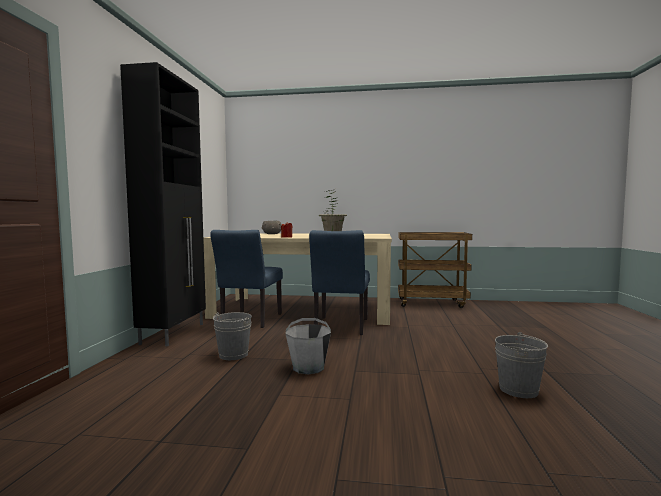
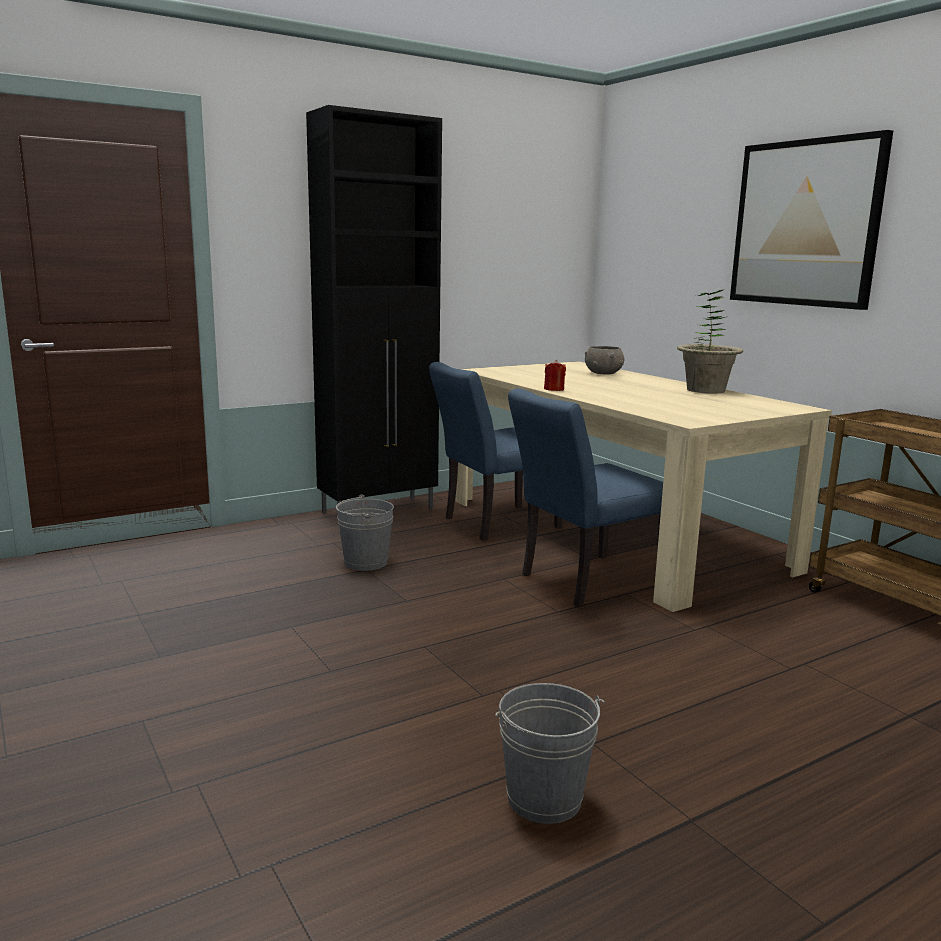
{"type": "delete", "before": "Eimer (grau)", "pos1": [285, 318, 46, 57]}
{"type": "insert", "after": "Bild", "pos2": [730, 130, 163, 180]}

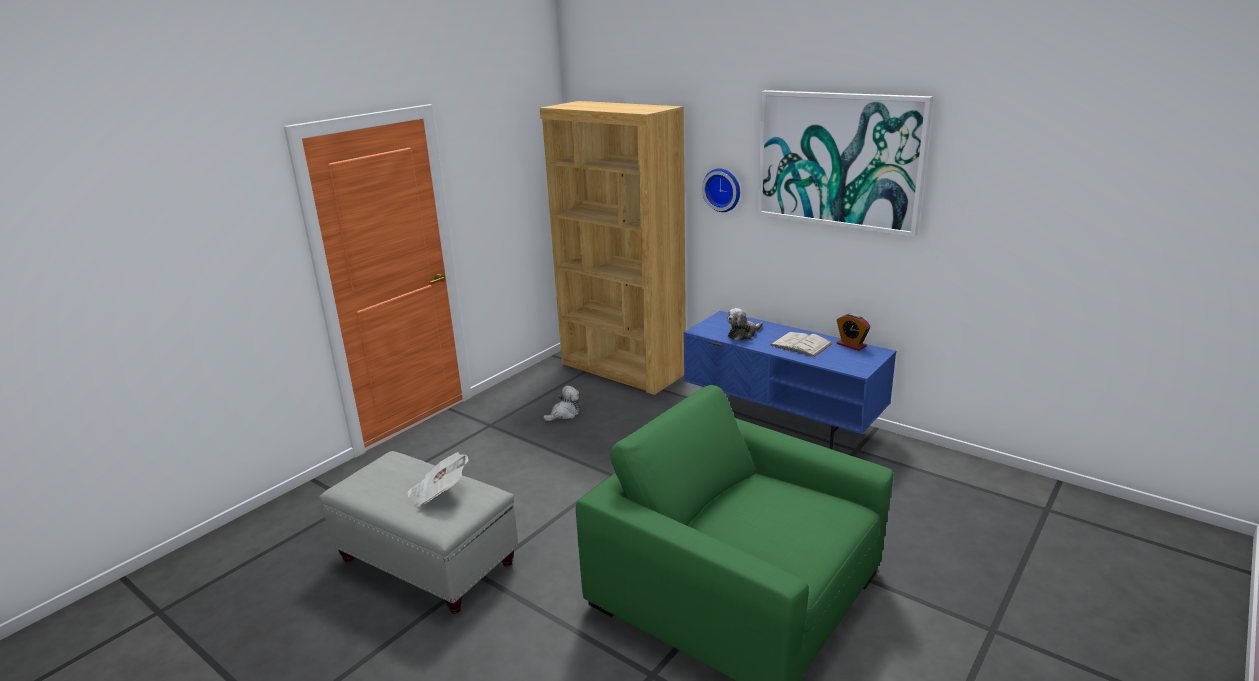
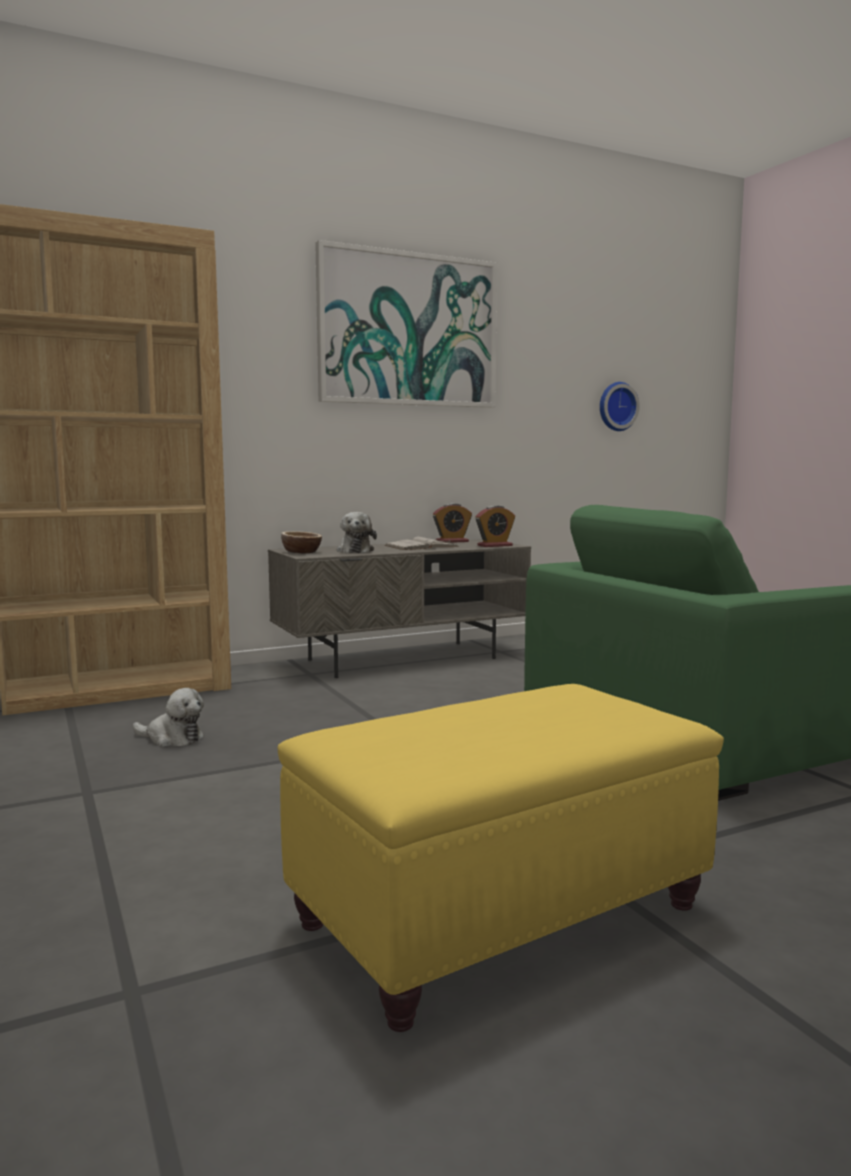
{"type": "recolor", "before": "Polsterhocker (grau)", "after": "Polsterhocker (gelb)", "pos1": [319, 451, 199, 163], "pos2": [278, 684, 446, 348]}
{"type": "delete", "before": "Zeitung", "pos1": [407, 452, 62, 55]}
{"type": "rotate", "before": "Plüschtier", "pos1": [543, 385, 36, 36], "pos2": [133, 688, 71, 59], "turn": 120}
{"type": "recolor", "before": "Fernsehschrank (blau)", "after": "Fernsehschrank (grau)", "pos1": [683, 311, 213, 139], "pos2": [268, 539, 263, 139]}
{"type": "move", "before": "Wanduhr", "pos1": [702, 168, 38, 44], "pos2": [600, 382, 40, 49]}
{"type": "insert", "after": "Schüssel", "pos2": [281, 531, 41, 22]}
{"type": "insert", "after": "Wecker", "pos2": [475, 505, 40, 42]}

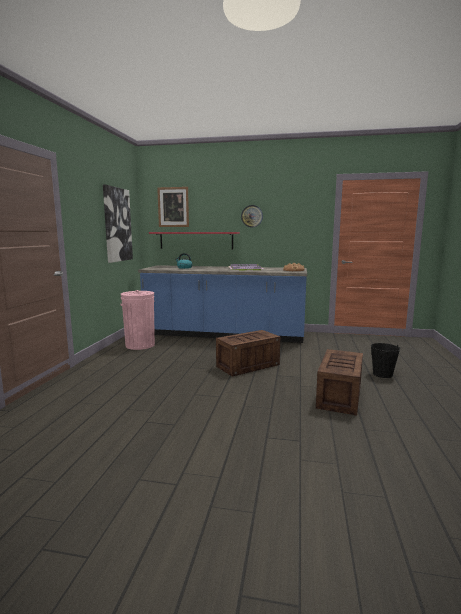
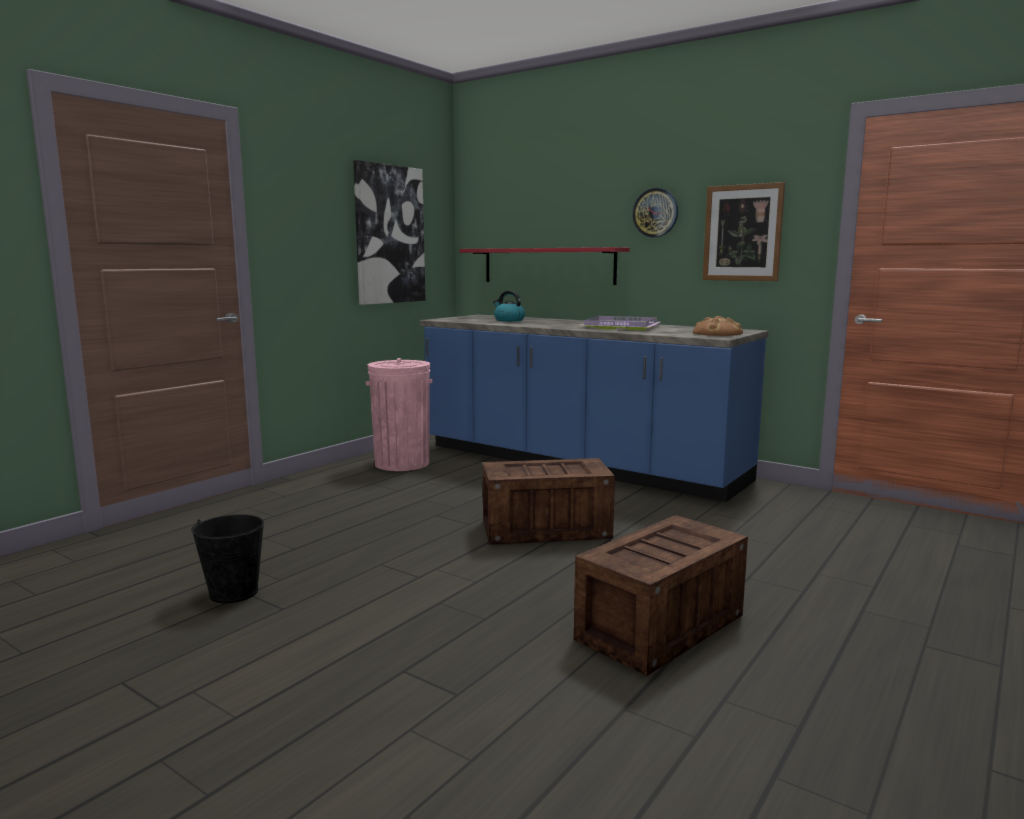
{"type": "move", "before": "Bild", "pos1": [157, 187, 32, 40], "pos2": [703, 182, 82, 99]}
{"type": "move", "before": "Eimer (schwarz)", "pos1": [371, 343, 29, 35], "pos2": [191, 514, 73, 89]}

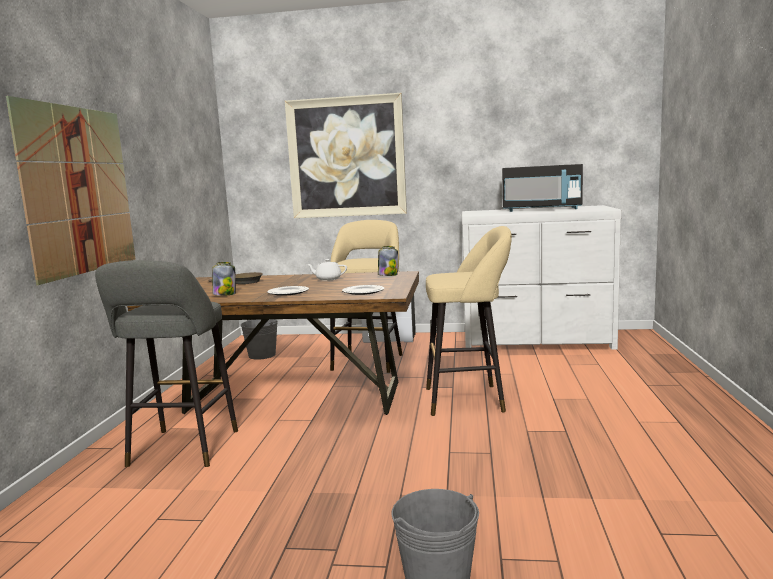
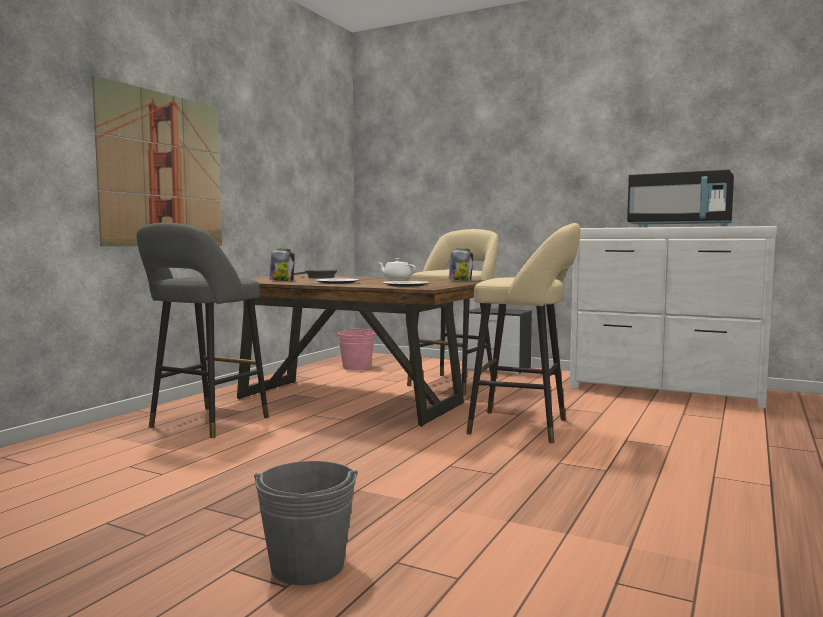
{"type": "recolor", "before": "Eimer (grau)", "after": "Eimer (rosa)", "pos1": [241, 319, 37, 41], "pos2": [338, 328, 37, 42]}
{"type": "delete", "before": "Bild", "pos1": [285, 93, 122, 125]}

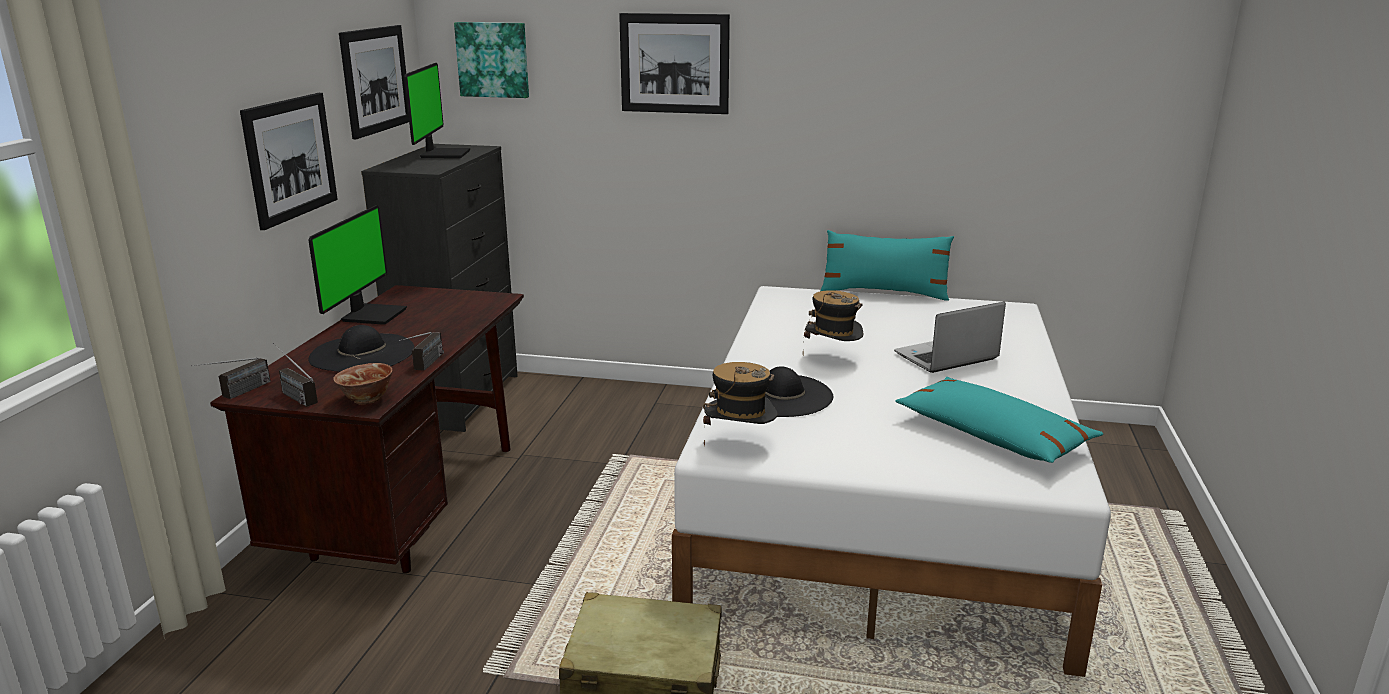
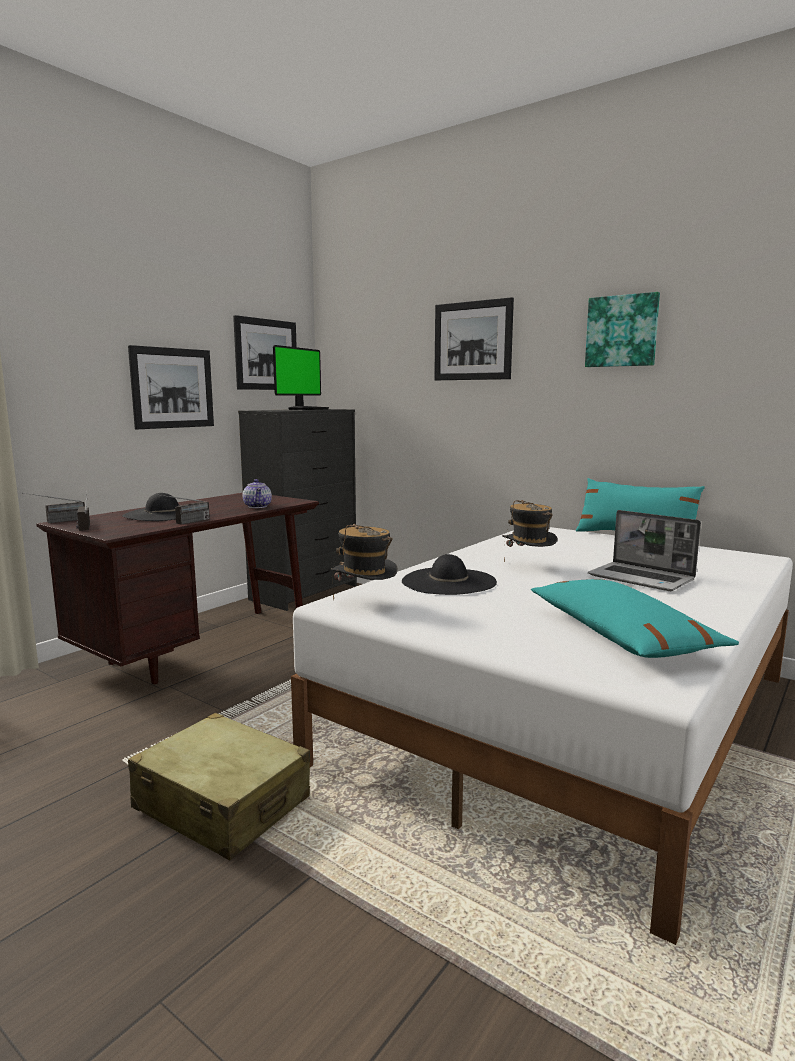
{"type": "delete", "before": "Monitor", "pos1": [308, 205, 99, 120]}
{"type": "delete", "before": "Schüssel", "pos1": [333, 363, 60, 42]}
{"type": "move", "before": "Bild", "pos1": [454, 22, 75, 76], "pos2": [585, 292, 75, 75]}
{"type": "rotate", "before": "Laptop", "pos1": [894, 302, 112, 71], "pos2": [588, 510, 113, 81], "turn": -135}
{"type": "insert", "after": "Teekanne", "pos2": [243, 479, 29, 29]}

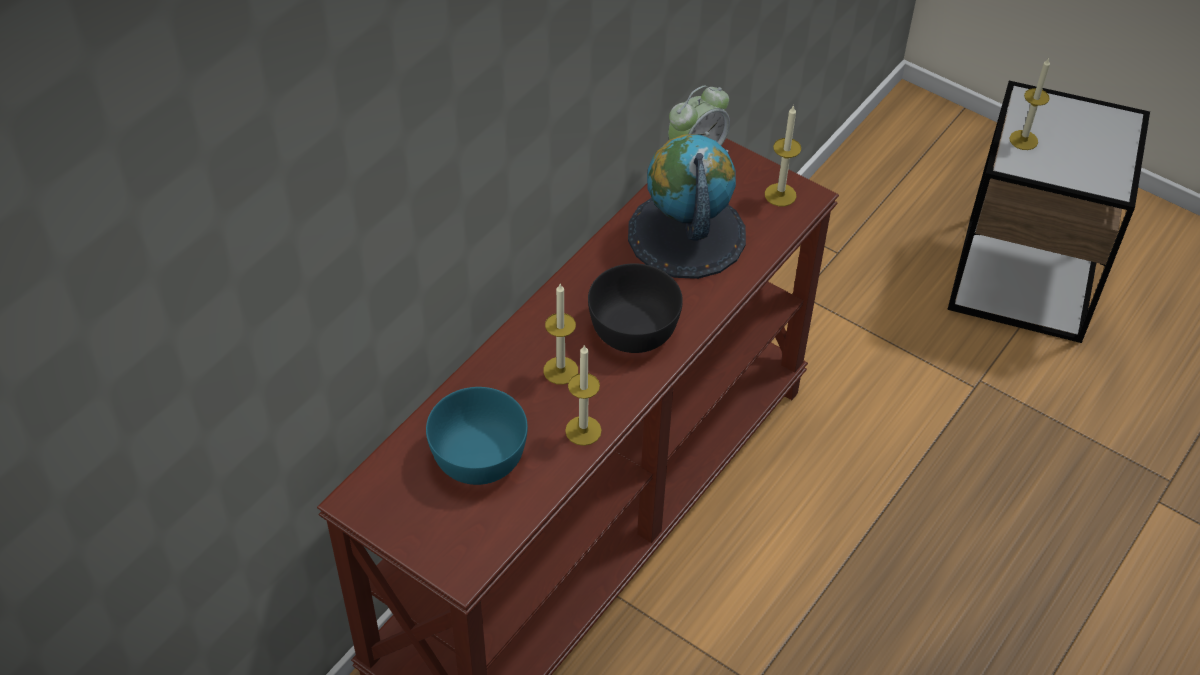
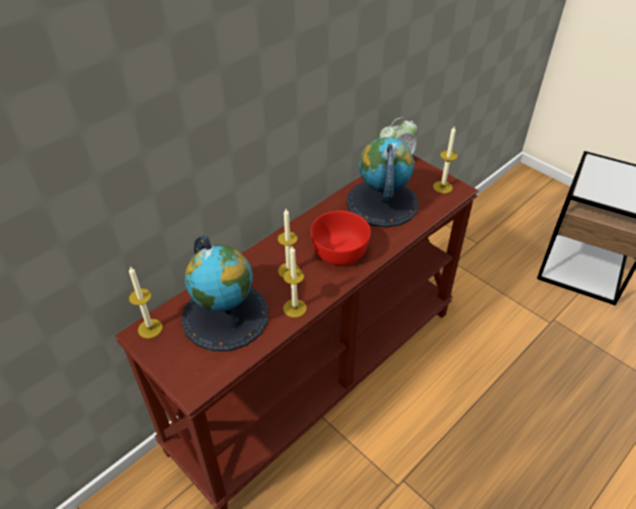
{"type": "replace", "before": "Schüssel (türkis)", "after": "Globus", "pos1": [426, 387, 102, 98], "pos2": [181, 235, 88, 116]}
{"type": "recolor", "before": "Schüssel (schwarz)", "after": "Schüssel (rot)", "pos1": [588, 263, 95, 90], "pos2": [311, 211, 60, 54]}
{"type": "move", "before": "Kerze", "pos1": [1009, 58, 41, 92], "pos2": [129, 266, 33, 73]}

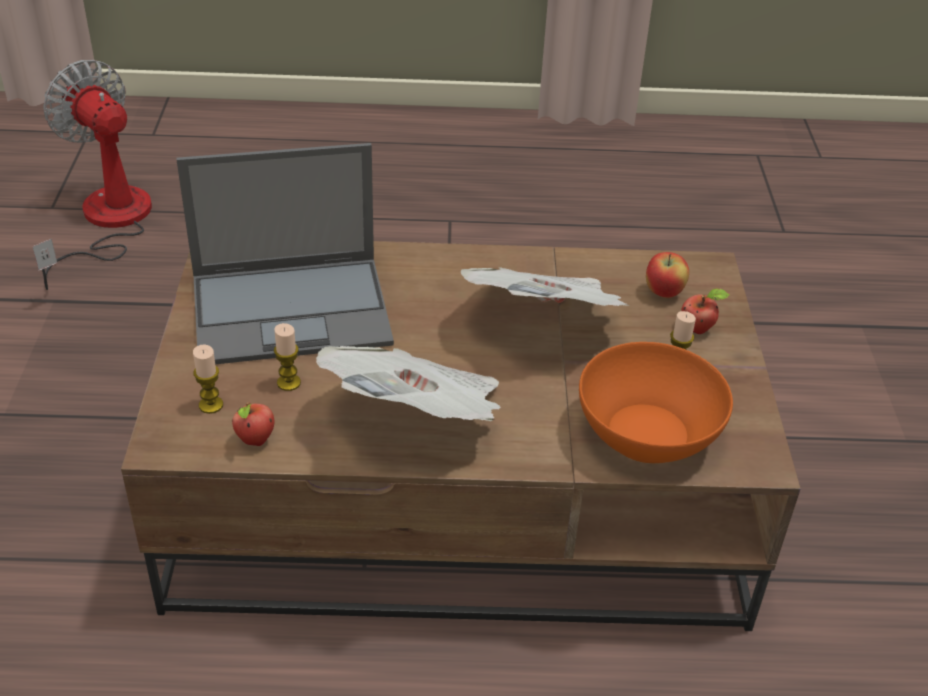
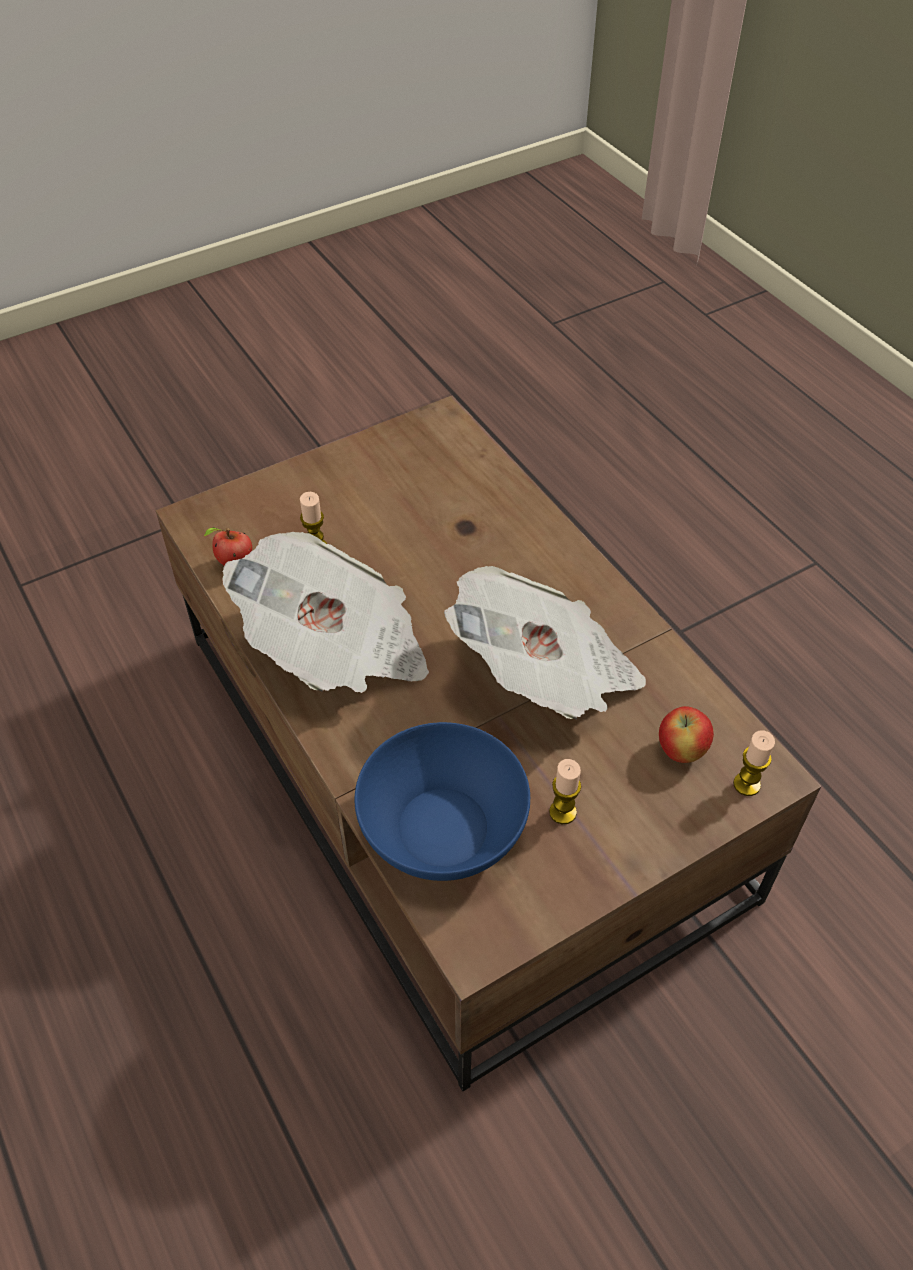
{"type": "delete", "before": "Ventilator", "pos1": [32, 60, 120, 230]}
{"type": "delete", "before": "Laptop", "pos1": [176, 143, 218, 221]}
{"type": "move", "before": "Kerze", "pos1": [193, 345, 30, 69], "pos2": [733, 730, 42, 66]}
{"type": "recolor", "before": "Schüssel (orange)", "after": "Schüssel (blau)", "pos1": [579, 342, 154, 122], "pos2": [354, 722, 176, 159]}
{"type": "delete", "before": "Apfel", "pos1": [681, 288, 49, 46]}

